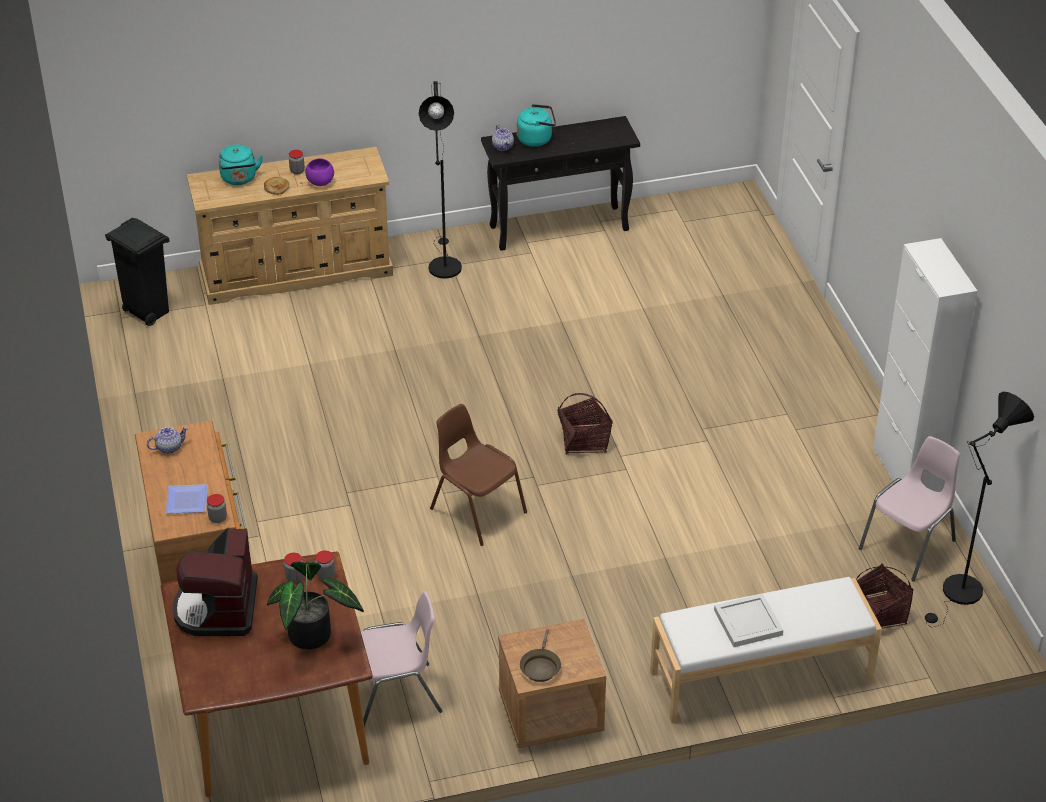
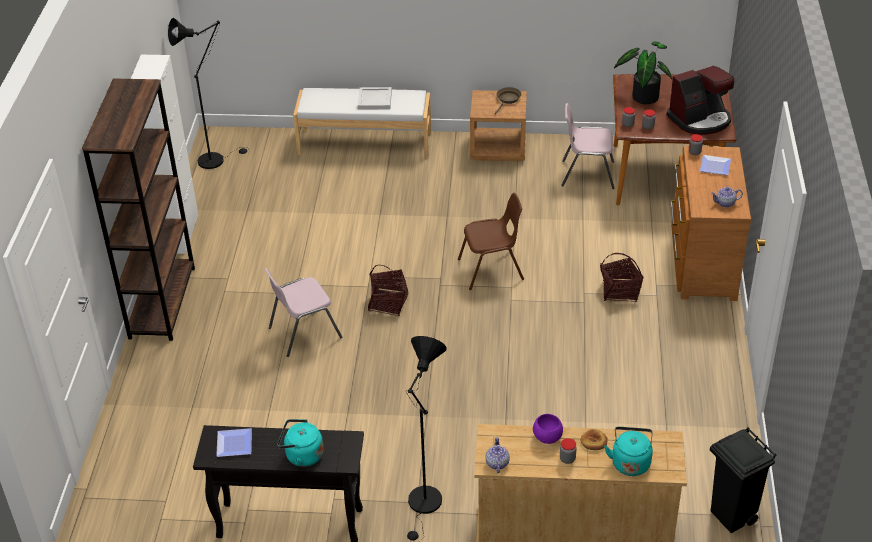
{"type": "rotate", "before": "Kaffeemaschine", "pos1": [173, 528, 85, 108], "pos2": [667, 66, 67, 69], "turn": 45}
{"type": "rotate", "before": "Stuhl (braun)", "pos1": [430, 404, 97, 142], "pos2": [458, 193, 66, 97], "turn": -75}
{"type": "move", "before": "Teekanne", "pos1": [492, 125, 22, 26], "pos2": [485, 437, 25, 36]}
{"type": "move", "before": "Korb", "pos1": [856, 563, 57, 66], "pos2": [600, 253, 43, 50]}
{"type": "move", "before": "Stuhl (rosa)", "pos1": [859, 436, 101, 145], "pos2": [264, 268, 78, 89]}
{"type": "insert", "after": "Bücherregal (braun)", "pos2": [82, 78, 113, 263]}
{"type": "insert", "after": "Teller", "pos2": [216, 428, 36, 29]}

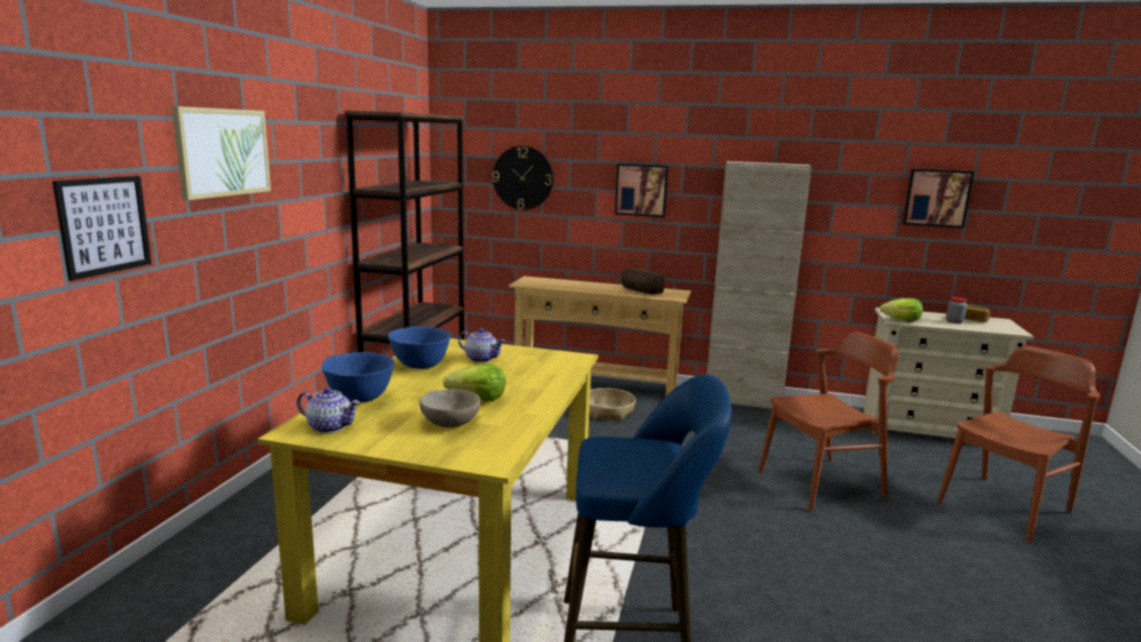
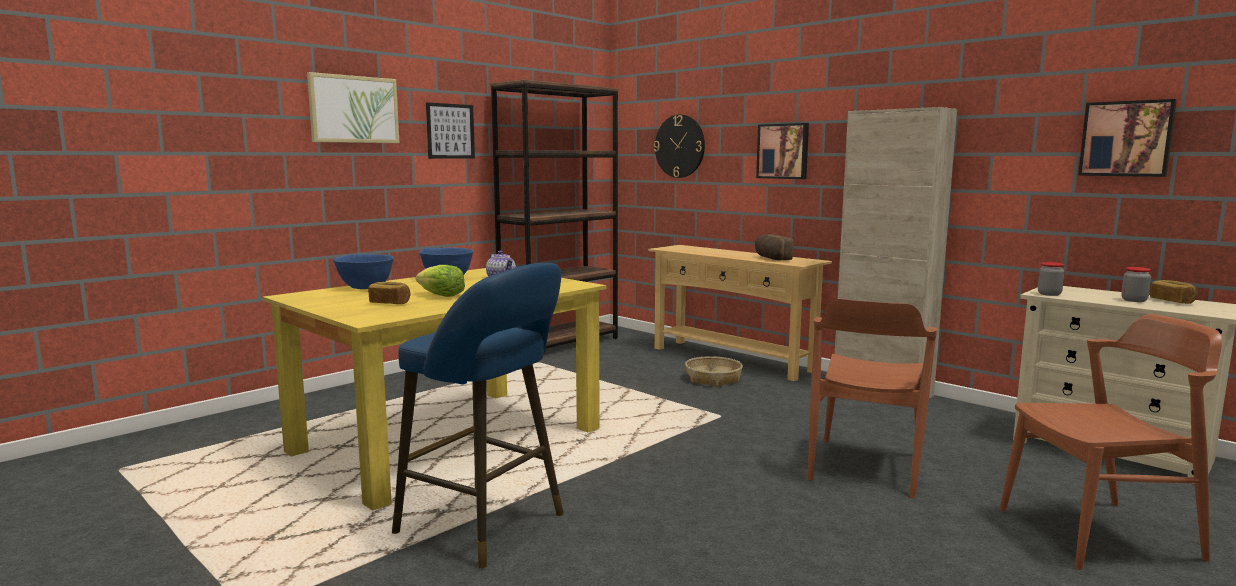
{"type": "move", "before": "Bild", "pos1": [52, 176, 100, 105], "pos2": [426, 102, 49, 57]}
{"type": "delete", "before": "Teekanne", "pos1": [297, 387, 63, 46]}
{"type": "replace", "before": "Schüssel (beige)", "after": "Brot", "pos1": [420, 389, 61, 39], "pos2": [368, 282, 43, 22]}
{"type": "rotate", "before": "Stuhl (braun)", "pos1": [759, 332, 139, 179], "pos2": [808, 299, 129, 199], "turn": 105}
{"type": "replace", "before": "Salatkopf", "after": "Vorratsglas", "pos1": [880, 298, 43, 24], "pos2": [1038, 262, 27, 34]}

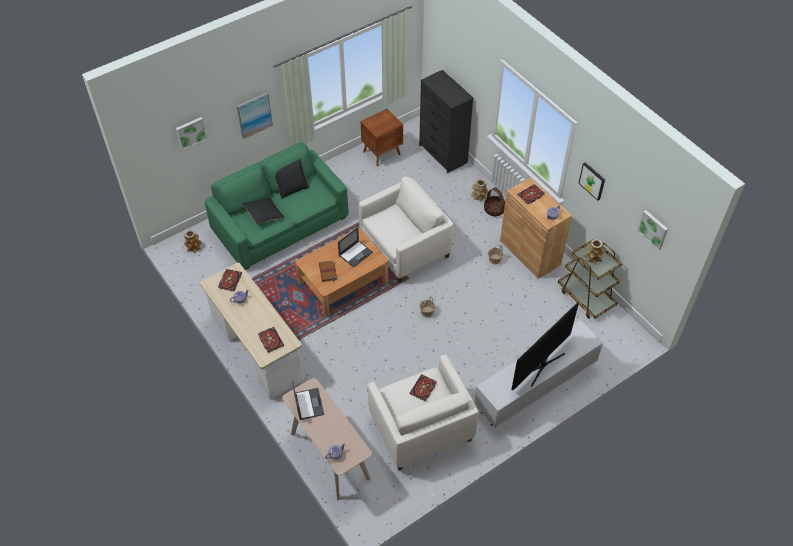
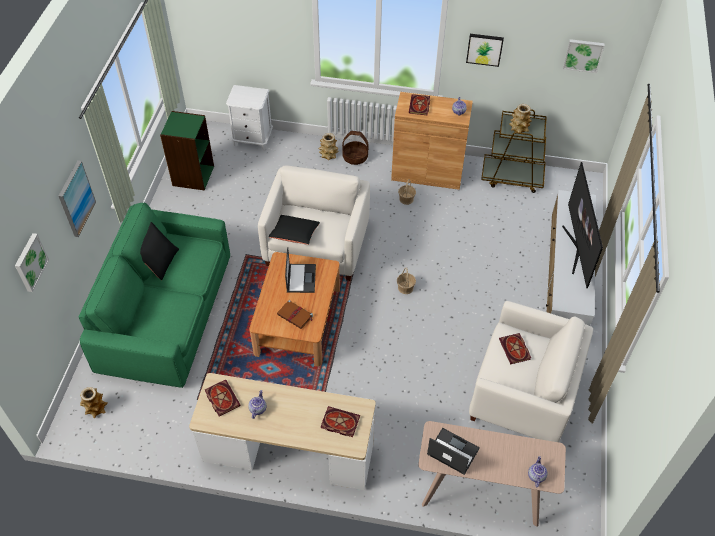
{"type": "move", "before": "Kissen (schwarz)", "pos1": [242, 197, 43, 27], "pos2": [269, 215, 51, 30]}
{"type": "replace", "before": "Nachttisch (braun)", "after": "Bücherregal (grün)", "pos1": [361, 109, 42, 57], "pos2": [160, 111, 54, 80]}
{"type": "replace", "before": "Kommode (schwarz)", "after": "Nachttisch (weiß)", "pos1": [419, 70, 54, 103], "pos2": [226, 85, 47, 65]}

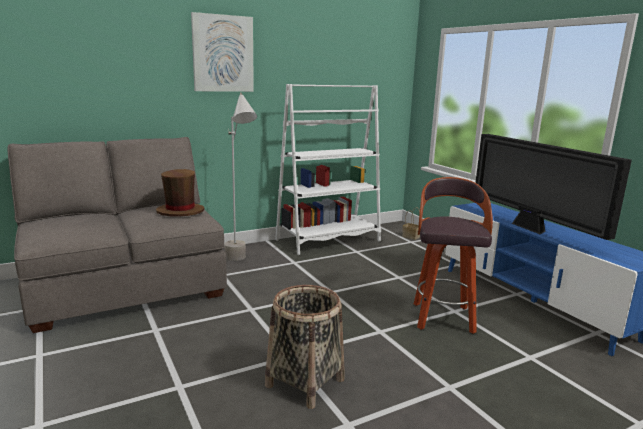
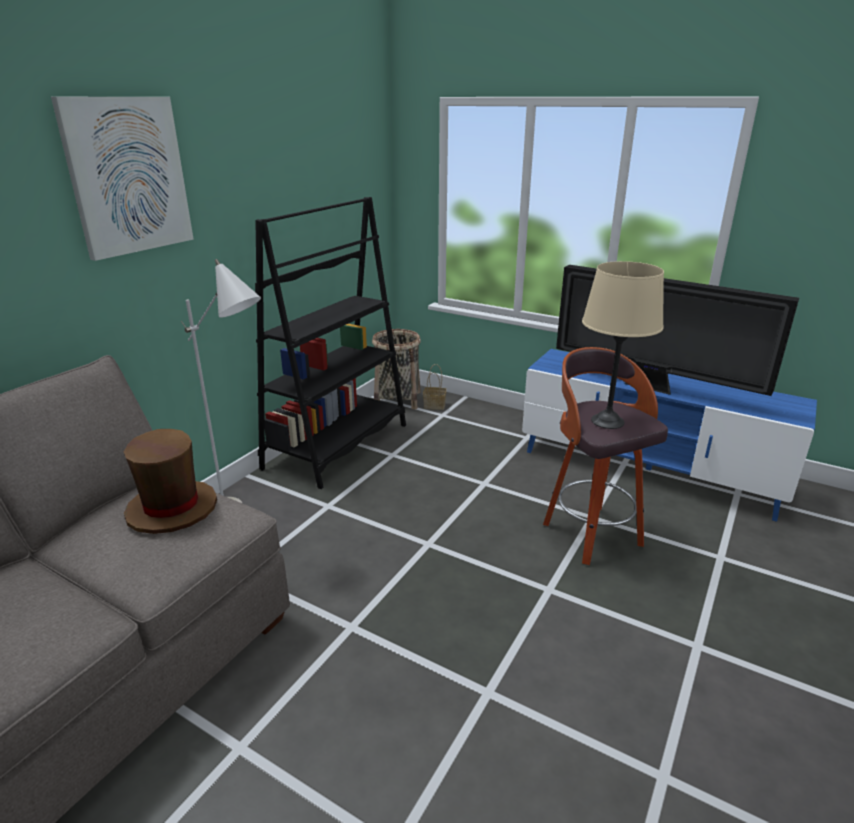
{"type": "move", "before": "Korb", "pos1": [265, 285, 80, 124], "pos2": [372, 329, 49, 80]}
{"type": "recolor", "before": "Bücherregal (weiß)", "after": "Bücherregal (schwarz)", "pos1": [275, 84, 106, 171], "pos2": [255, 197, 151, 292]}
{"type": "insert", "after": "Tischlampe (beige)", "pos2": [582, 261, 82, 168]}

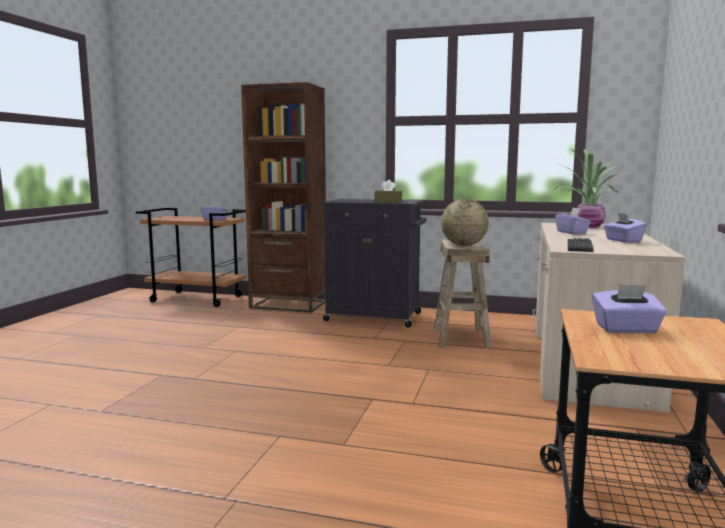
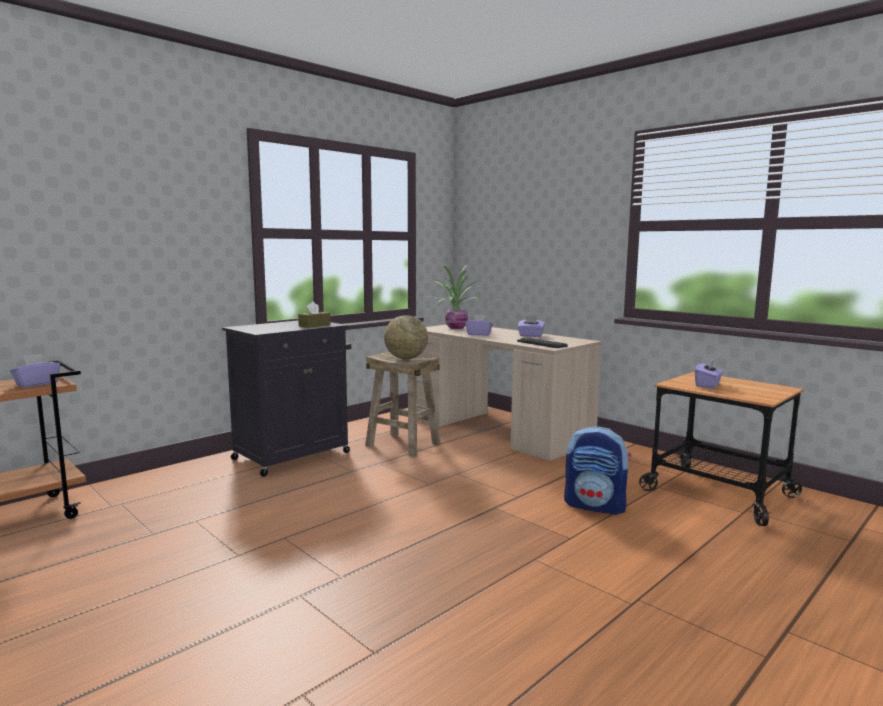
{"type": "delete", "before": "Bücherregal (braun)", "pos1": [241, 82, 85, 231]}
{"type": "insert", "after": "Rucksack", "pos2": [564, 427, 67, 88]}

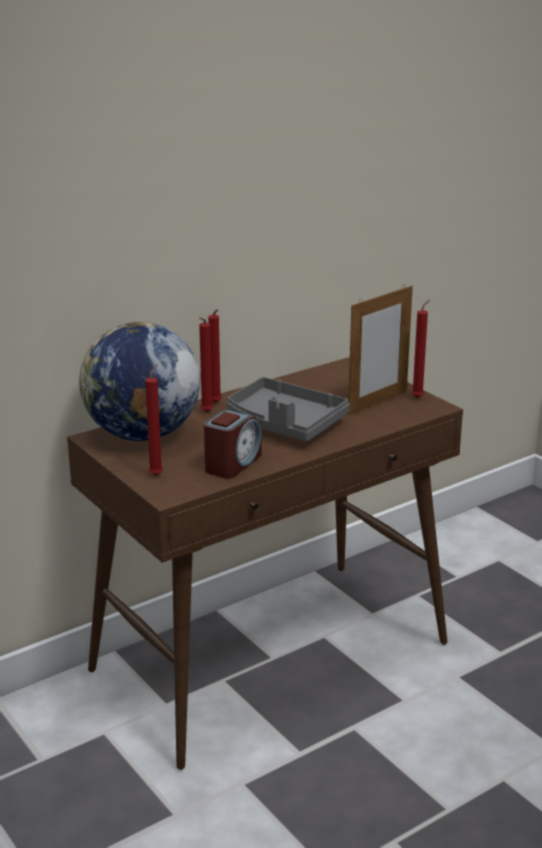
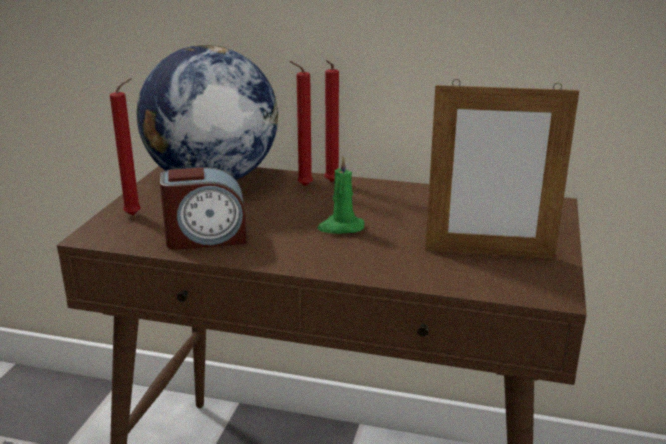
{"type": "replace", "before": "Tablett (grau)", "after": "Kerze (grün)", "pos1": [226, 377, 124, 64], "pos2": [317, 156, 47, 78]}
{"type": "delete", "before": "Kerze (rot)", "pos1": [411, 299, 19, 99]}

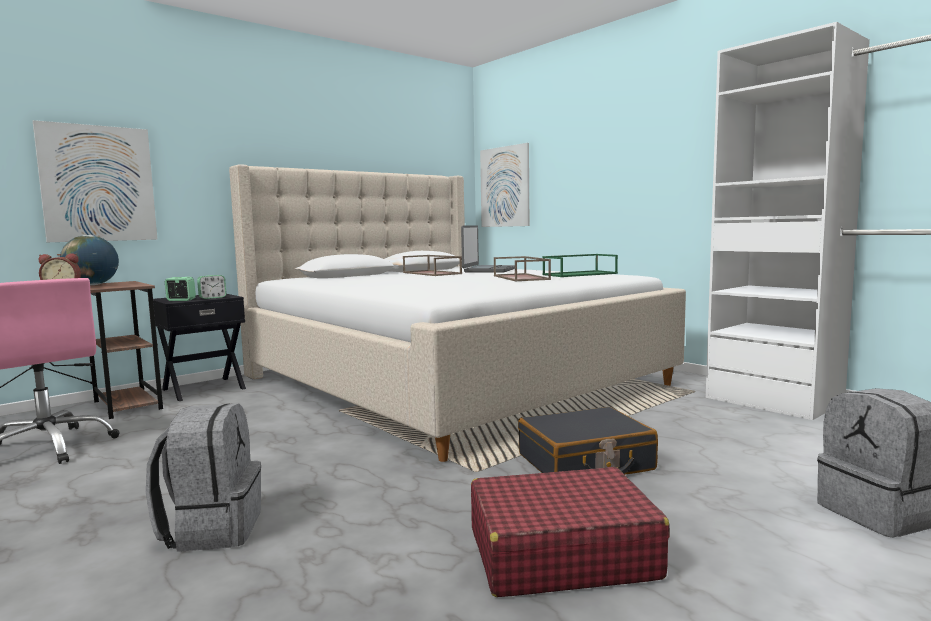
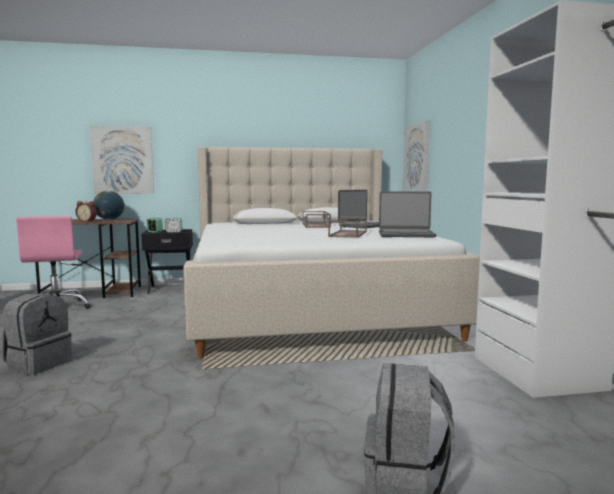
{"type": "delete", "before": "Koffer (rot)", "pos1": [471, 467, 199, 130]}
{"type": "delete", "before": "Koffer (schwarz)", "pos1": [518, 407, 140, 68]}
{"type": "replace", "before": "Tablett (grün)", "after": "Laptop", "pos1": [542, 254, 76, 23], "pos2": [379, 191, 57, 46]}

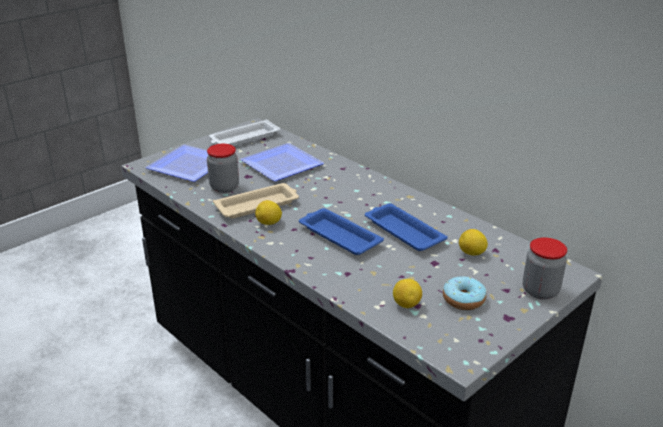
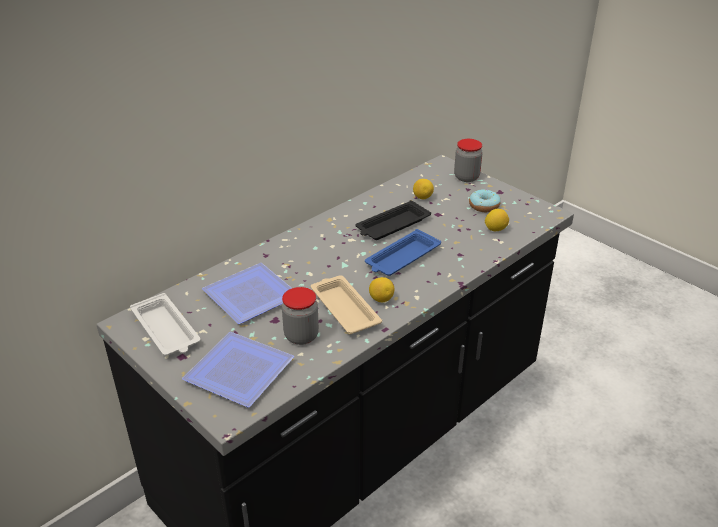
{"type": "recolor", "before": "Tablett (blau)", "after": "Tablett (schwarz)", "pos1": [365, 203, 83, 48], "pos2": [356, 200, 75, 40]}

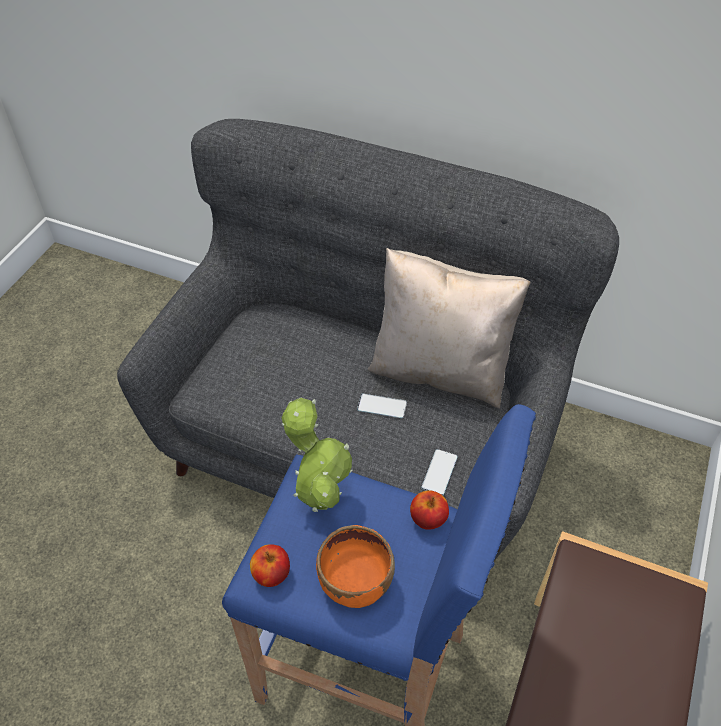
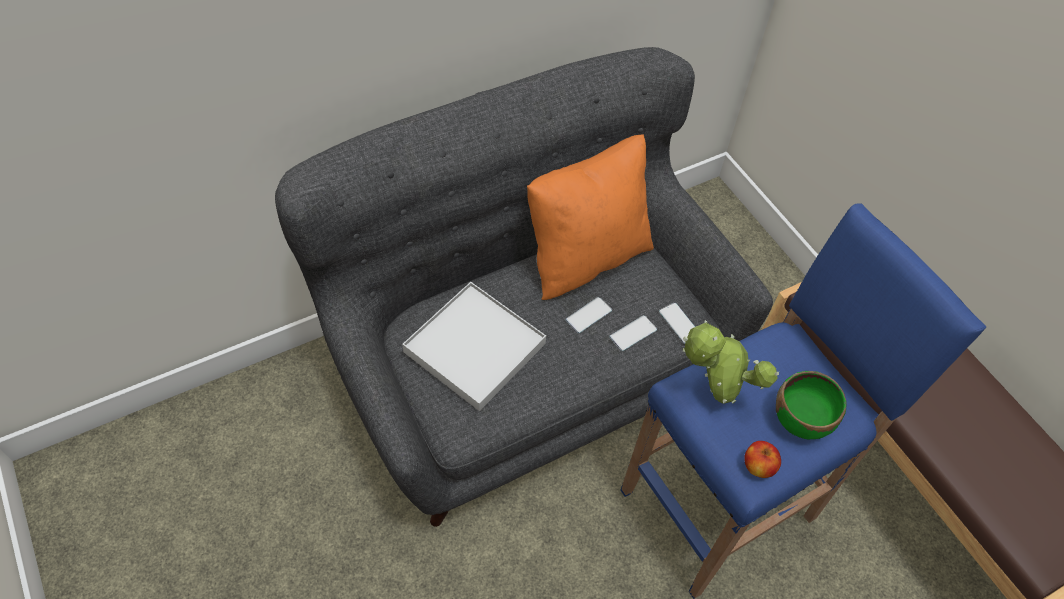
{"type": "recolor", "before": "Schüssel (orange)", "after": "Schüssel (grün)", "pos1": [316, 525, 79, 83], "pos2": [776, 371, 71, 68]}
{"type": "recolor", "before": "Kissen (beige)", "after": "Kissen (orange)", "pos1": [368, 248, 163, 161], "pos2": [527, 134, 127, 166]}
{"type": "delete", "before": "Apfel", "pos1": [410, 490, 39, 40]}
{"type": "insert", "after": "Tablett (weiß)", "pos2": [402, 282, 144, 129]}
{"type": "insert", "after": "Handy", "pos2": [609, 315, 48, 36]}

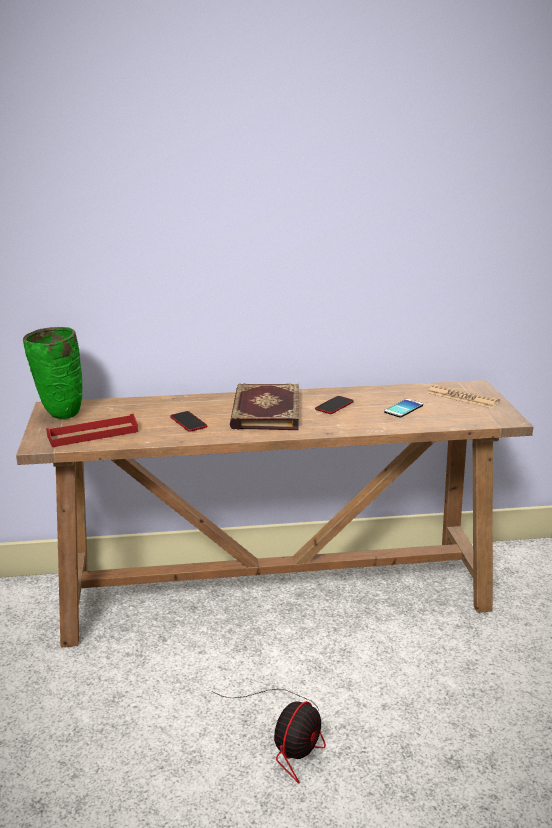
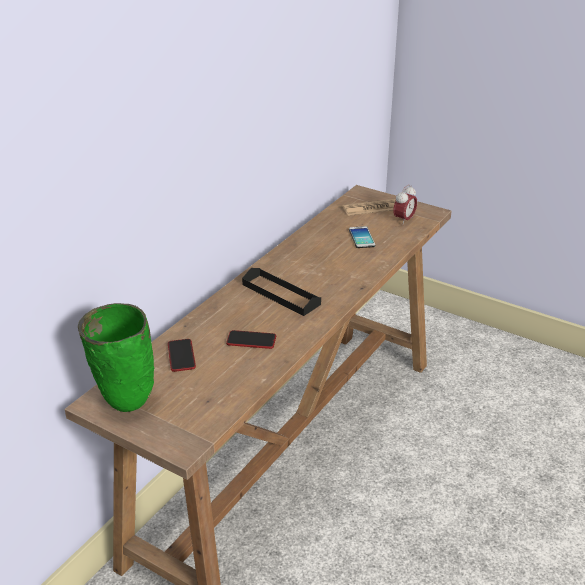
{"type": "delete", "before": "Tablett (rot)", "pos1": [46, 414, 92, 33]}
{"type": "delete", "before": "Ventilator", "pos1": [211, 689, 115, 95]}
{"type": "replace", "before": "Buch", "after": "Tablett (schwarz)", "pos1": [230, 383, 69, 47], "pos2": [242, 268, 79, 48]}
{"type": "move", "before": "Handy", "pos1": [315, 396, 39, 18], "pos2": [168, 339, 28, 33]}
{"type": "insert", "after": "Wecker", "pos2": [393, 184, 24, 41]}

